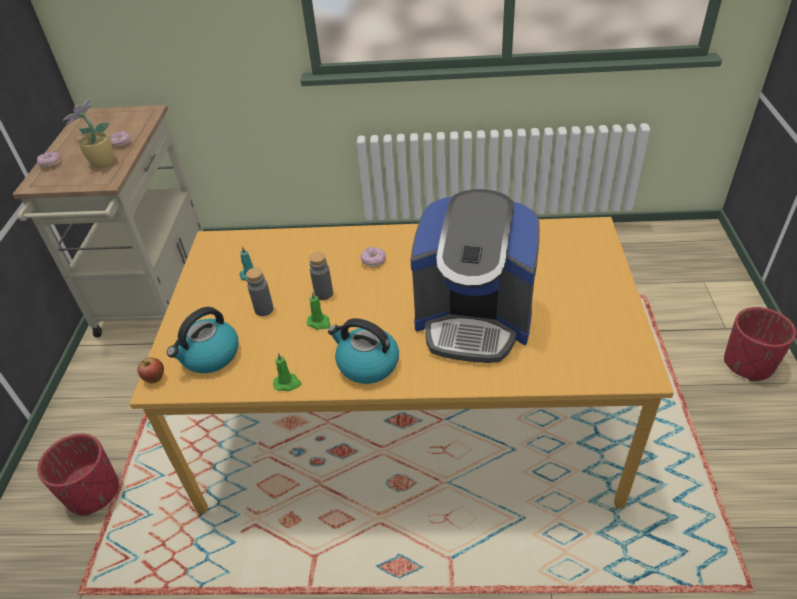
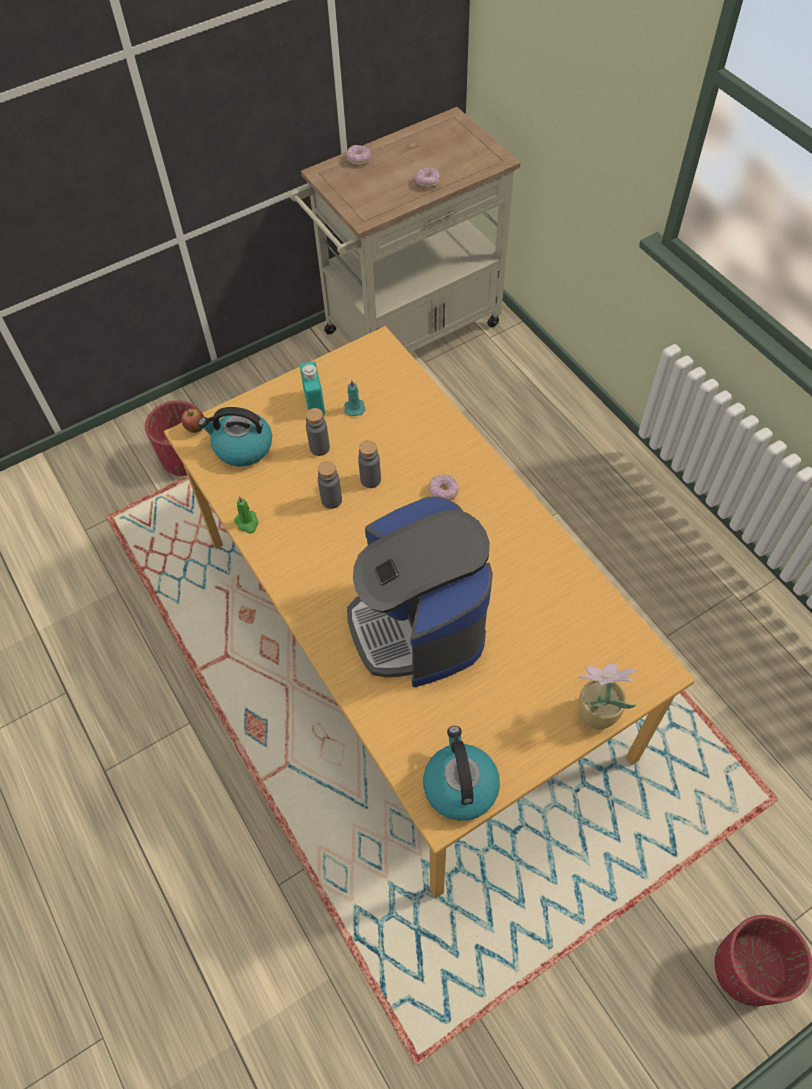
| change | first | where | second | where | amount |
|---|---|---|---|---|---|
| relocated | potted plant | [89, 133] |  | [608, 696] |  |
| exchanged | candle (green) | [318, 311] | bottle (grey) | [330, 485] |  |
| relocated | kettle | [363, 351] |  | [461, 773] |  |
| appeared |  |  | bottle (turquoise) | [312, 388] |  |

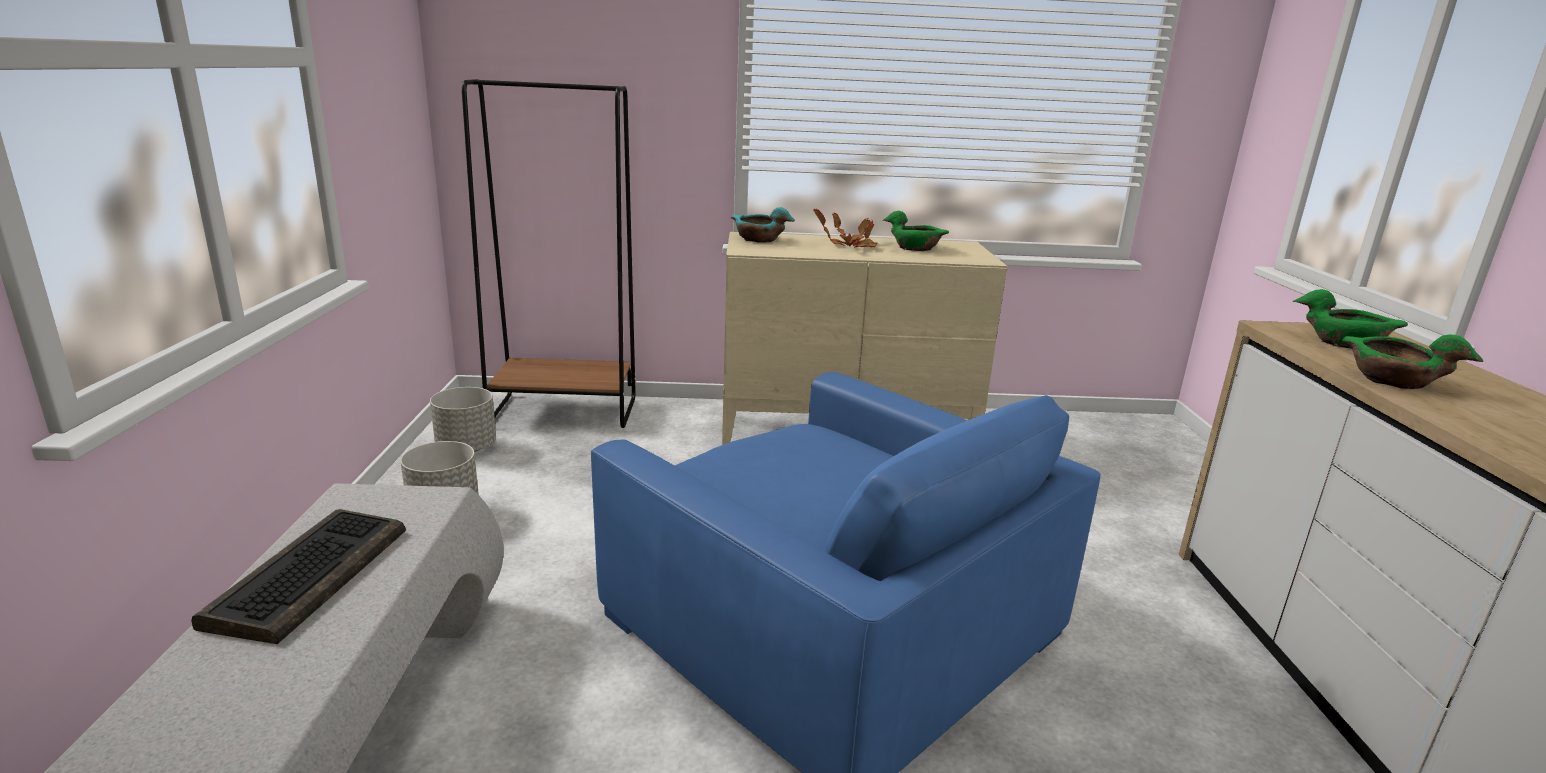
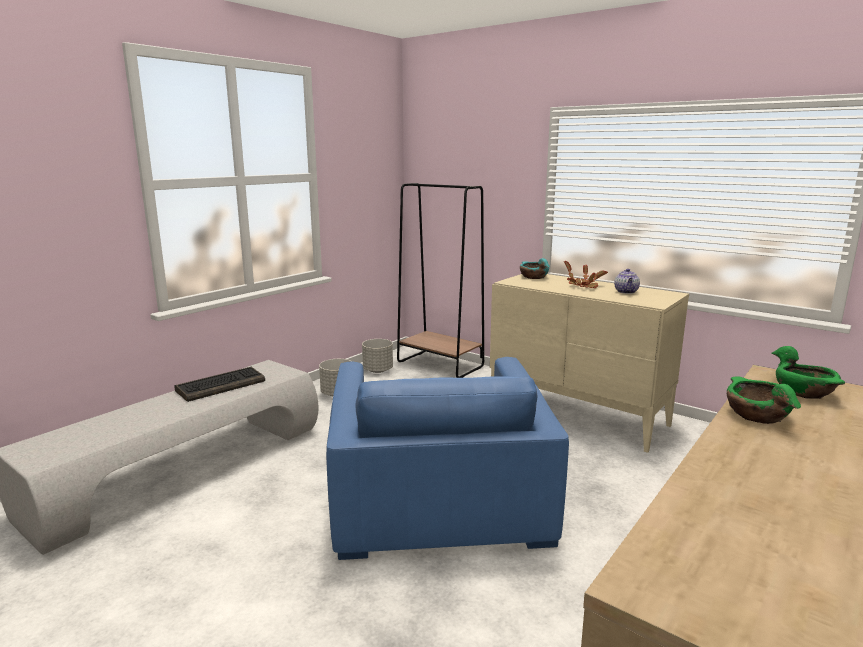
| change | first | where | second | where | amount |
|---|---|---|---|---|---|
| exchanged | bowl (green) | [916, 231] | teapot | [627, 281] |  |

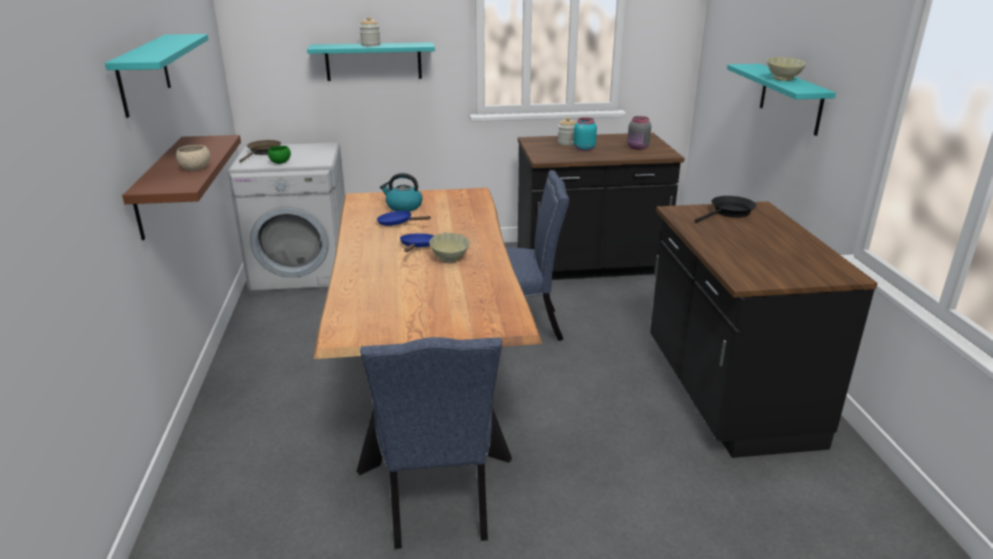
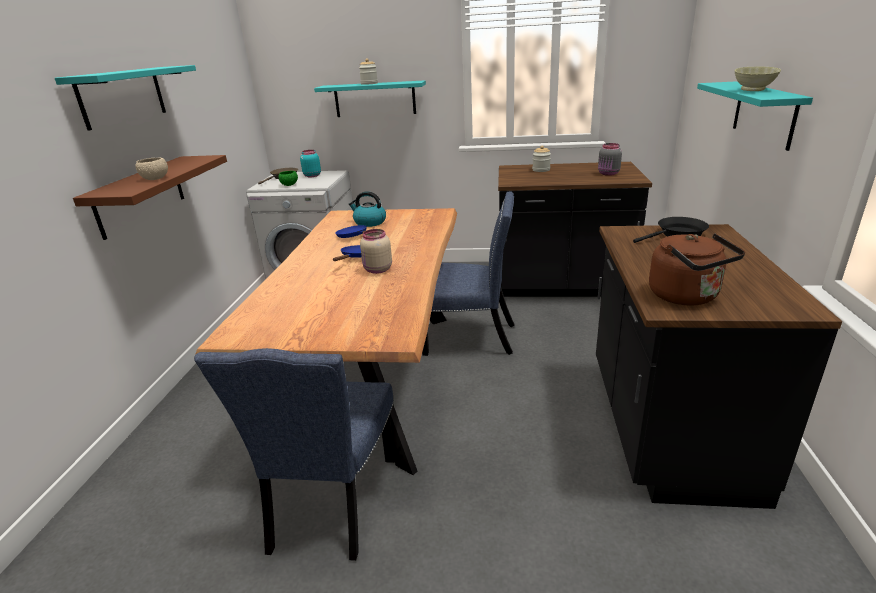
| change | first | where | second | where | amount |
|---|---|---|---|---|---|
| exchanged | bowl (beige) | [449, 248] | jar (beige) | [376, 251] |  |
| relocated | jar (turquoise) | [585, 134] |  | [310, 163] |  |
| appeared |  |  | kettle (brown) | [697, 269] |  |

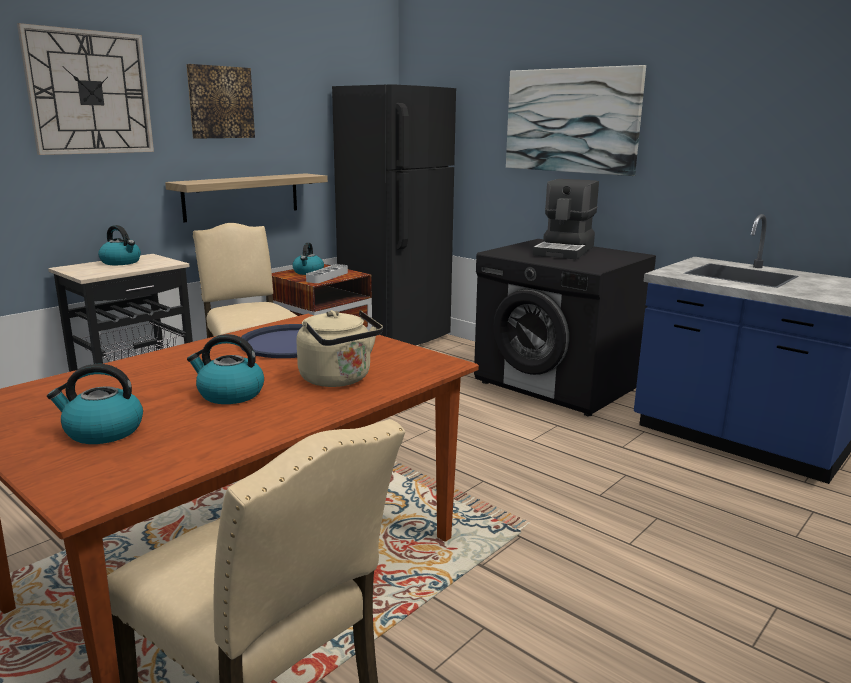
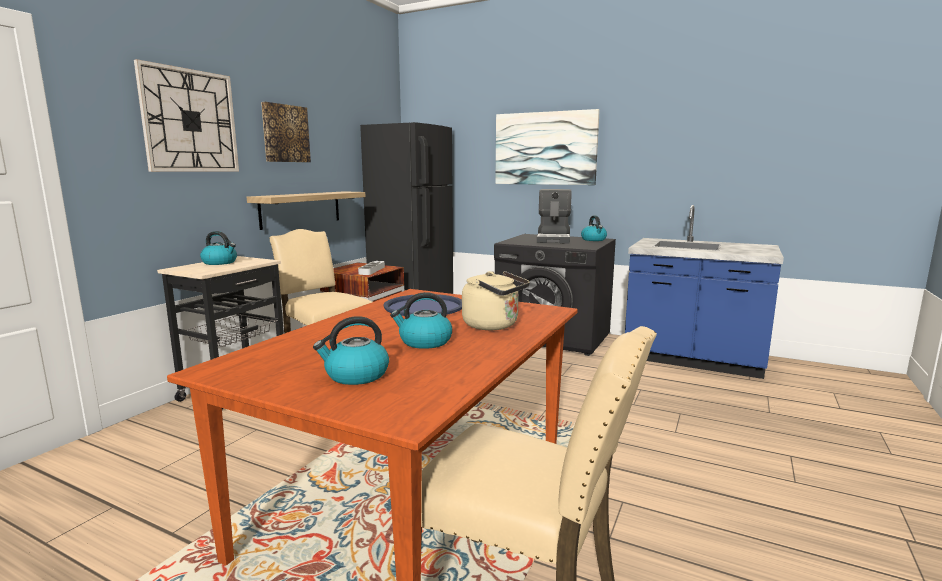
| change | first | where | second | where | amount |
|---|---|---|---|---|---|
| relocated | kettle | [308, 259] |  | [594, 228] |  |

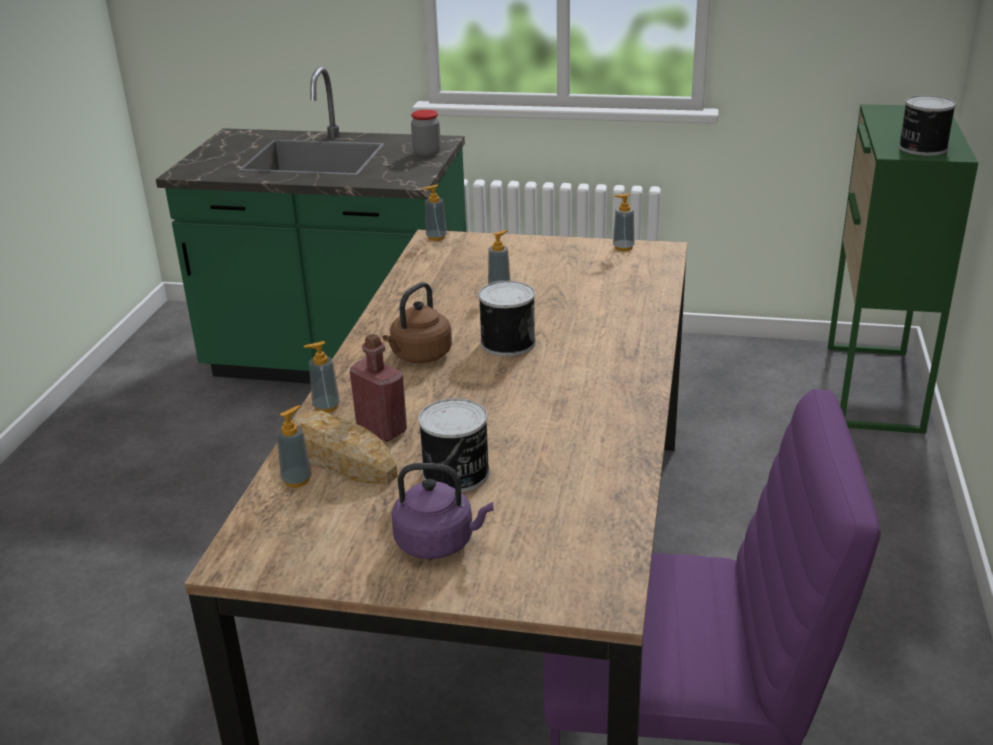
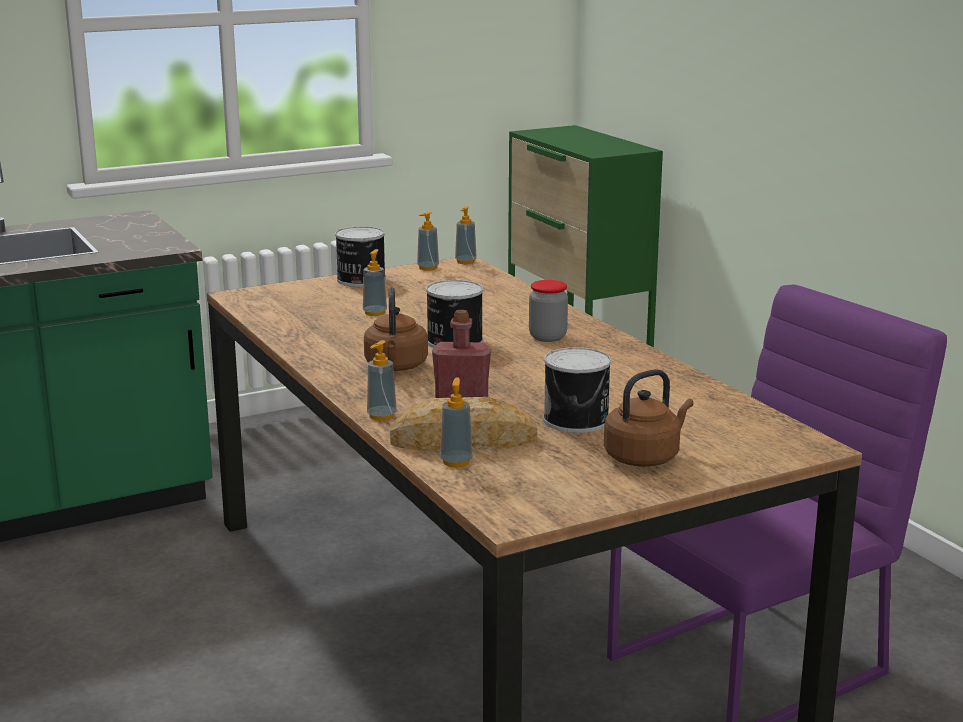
| change | first | where | second | where | amount |
|---|---|---|---|---|---|
| colour | kettle (purple) | [443, 511] | kettle (brown) | [649, 418] |  |
| relocated | jar | [426, 133] |  | [548, 311] |  |
| relocated | soap dispenser | [435, 212] |  | [466, 235] |  |
| relocated | can | [927, 125] |  | [360, 256] |  |

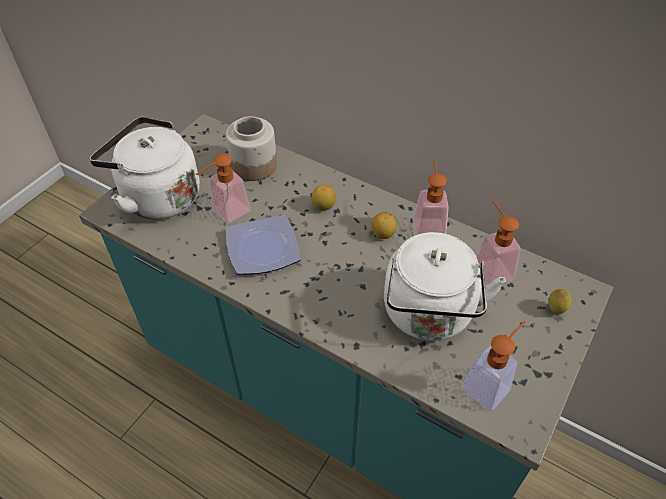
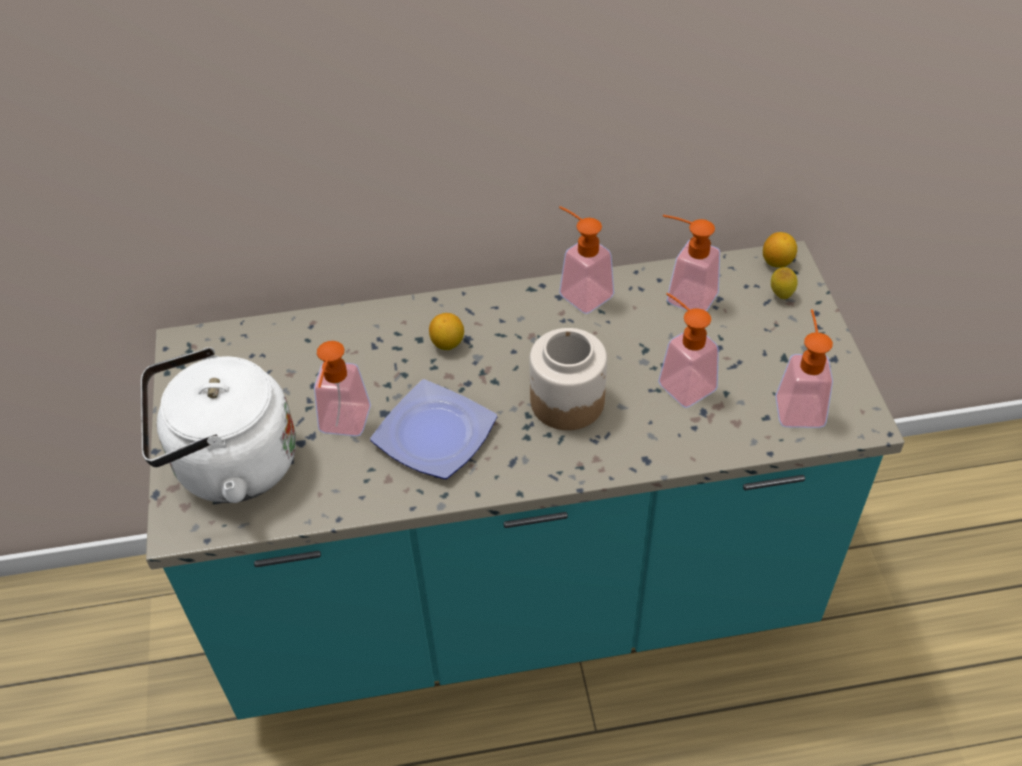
| change | first | where | second | where | amount |
|---|---|---|---|---|---|
| relocated | jar | [251, 148] |  | [568, 379] |  |
| relocated | lemon | [384, 225] |  | [780, 250] |  |
| exchanged | kettle (white) | [445, 286] | soap dispenser | [688, 350] |  |

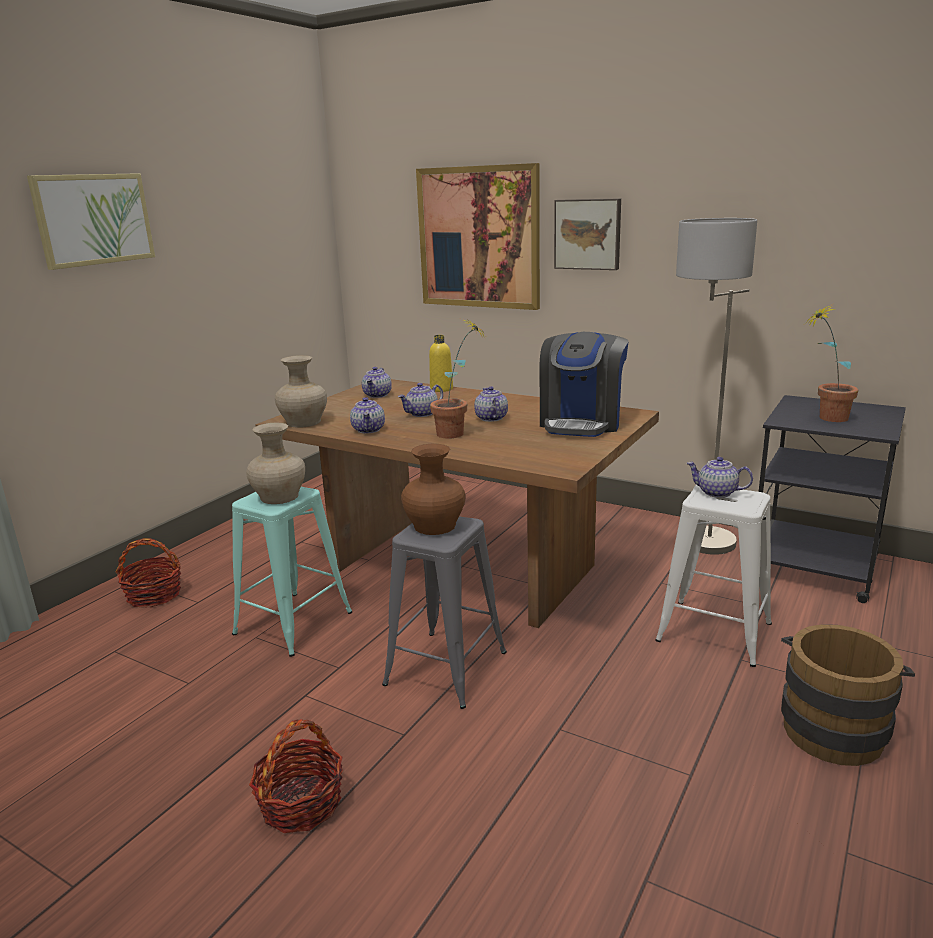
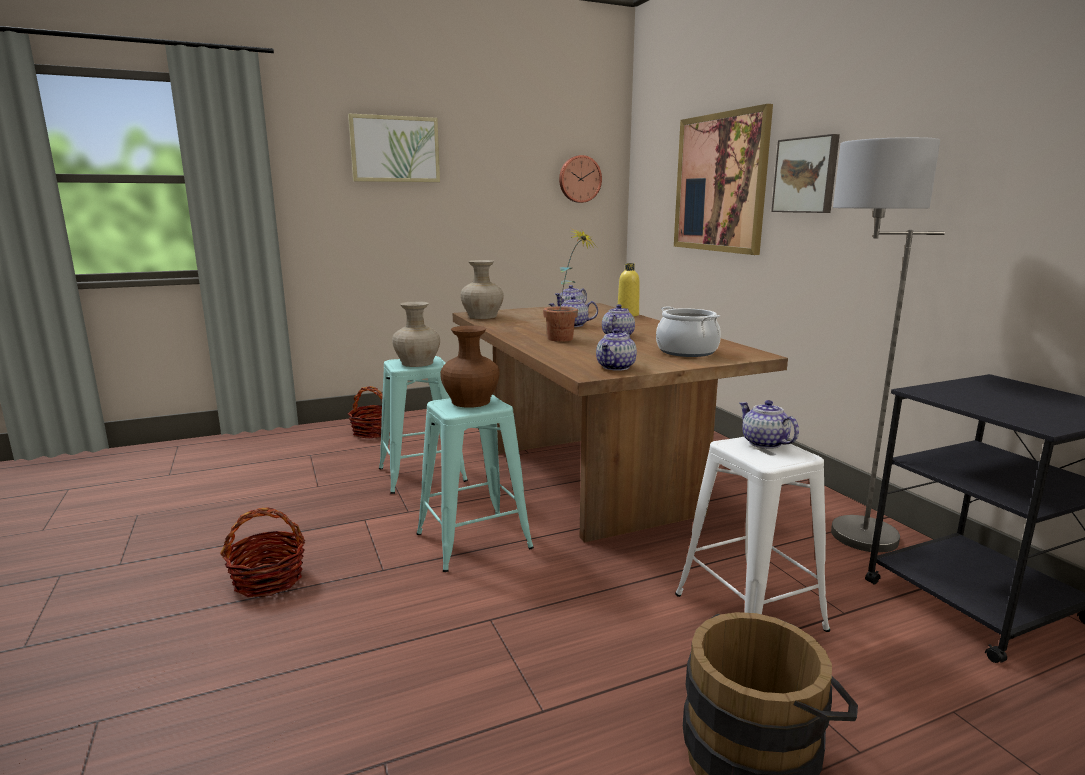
| change | first | where | second | where | amount |
|---|---|---|---|---|---|
| relocated | teapot | [367, 415] |  | [616, 349] |  |
| colour | stool (grey) | [444, 612] | stool (turquoise) | [475, 483] |  |
| exchanged | coffee machine | [584, 384] | cooking pot | [688, 332] |  |
| missing | potted plant | [831, 363] |  |  |  |
| appeared |  |  | wall clock | [580, 179] |  |

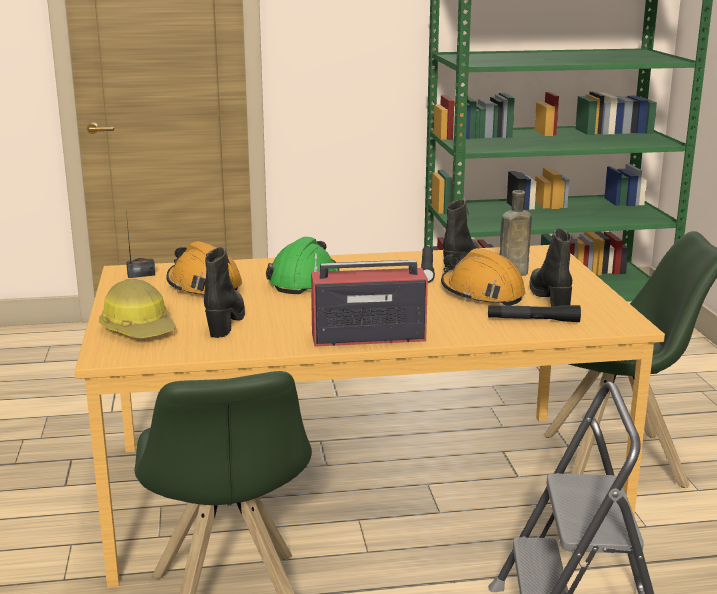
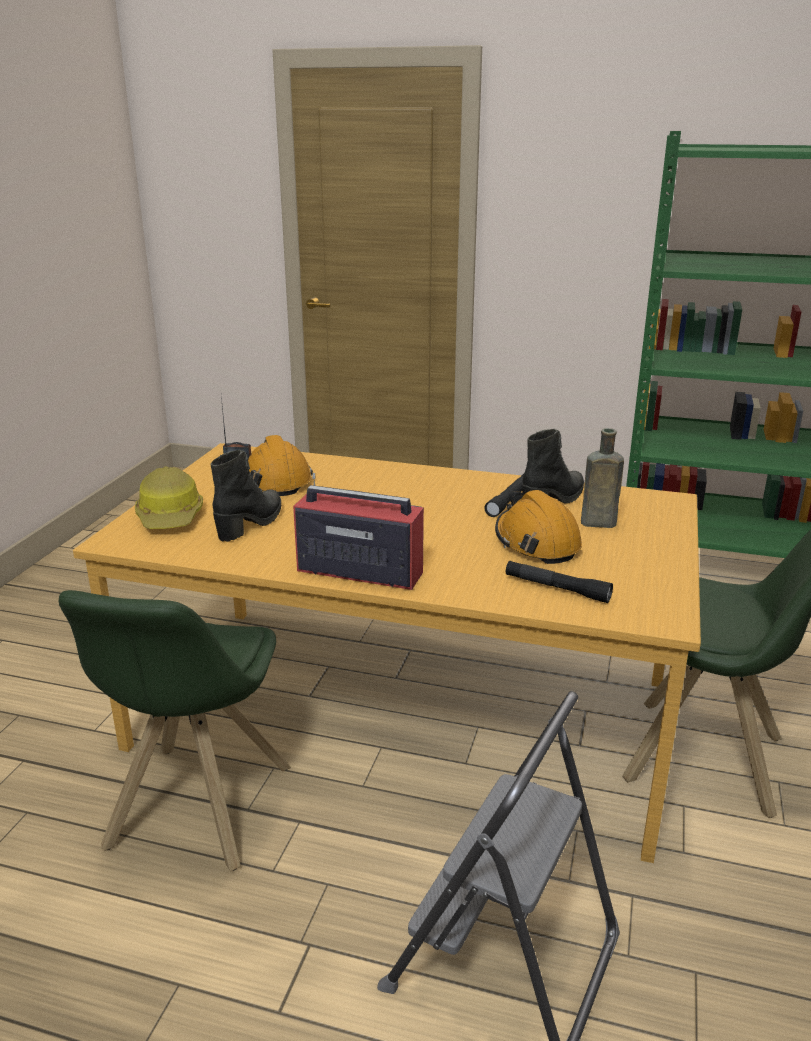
| change | first | where | second | where | amount |
|---|---|---|---|---|---|
| missing | hard hat (green) | [303, 265] |  |  |  |
| missing | boot (black) | [551, 267] |  |  |  |

